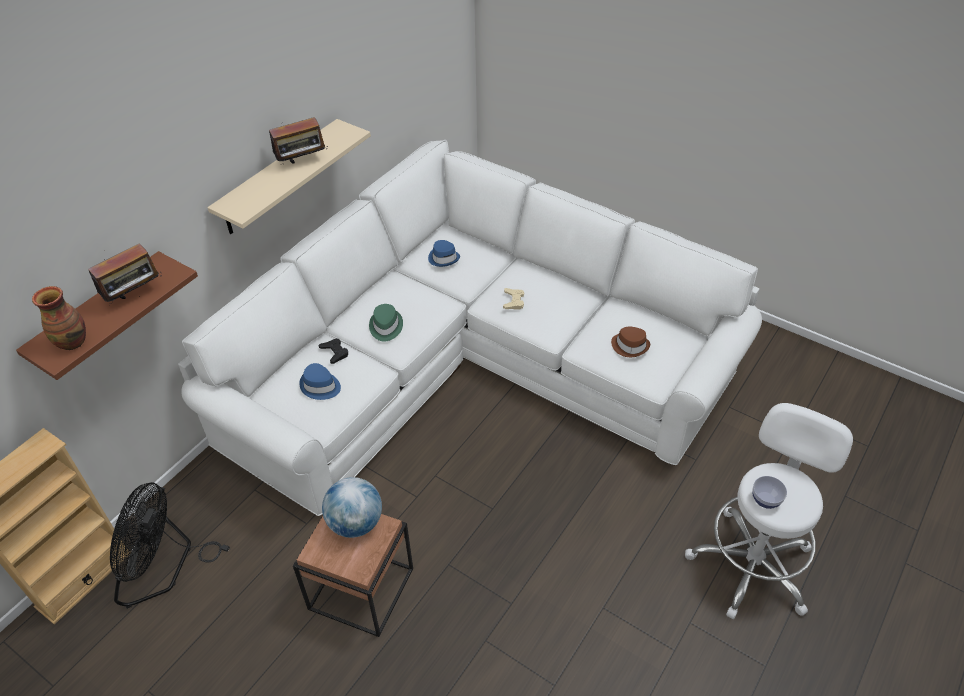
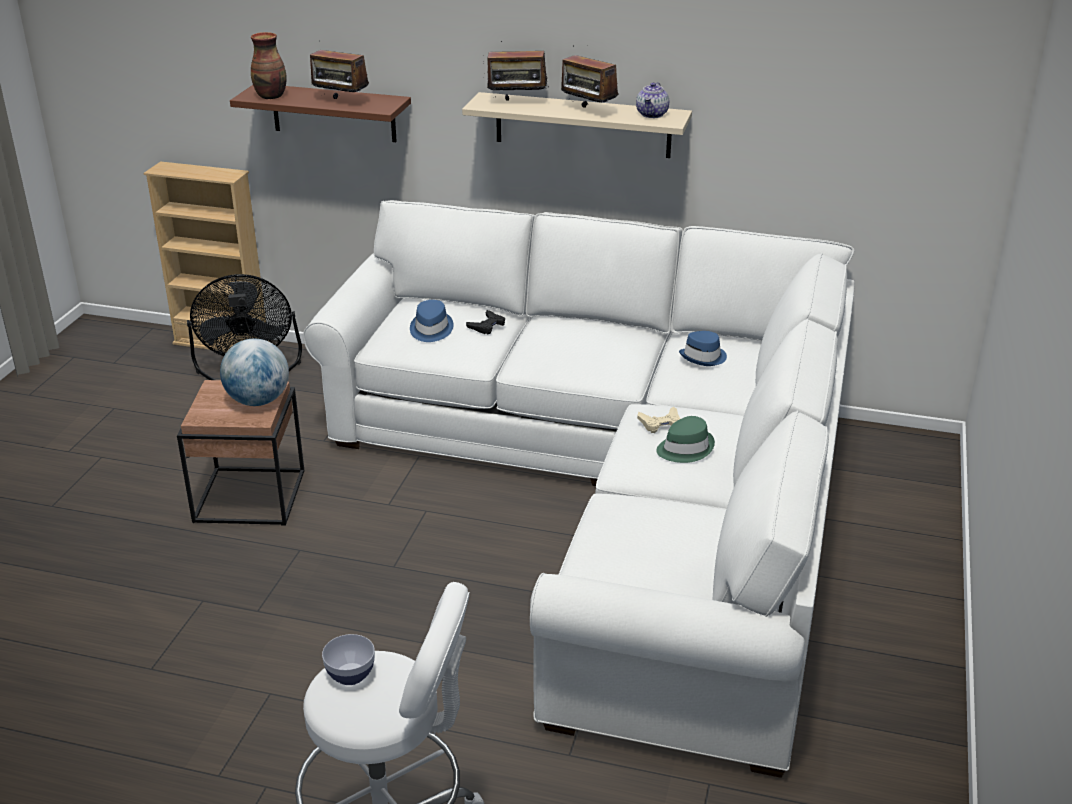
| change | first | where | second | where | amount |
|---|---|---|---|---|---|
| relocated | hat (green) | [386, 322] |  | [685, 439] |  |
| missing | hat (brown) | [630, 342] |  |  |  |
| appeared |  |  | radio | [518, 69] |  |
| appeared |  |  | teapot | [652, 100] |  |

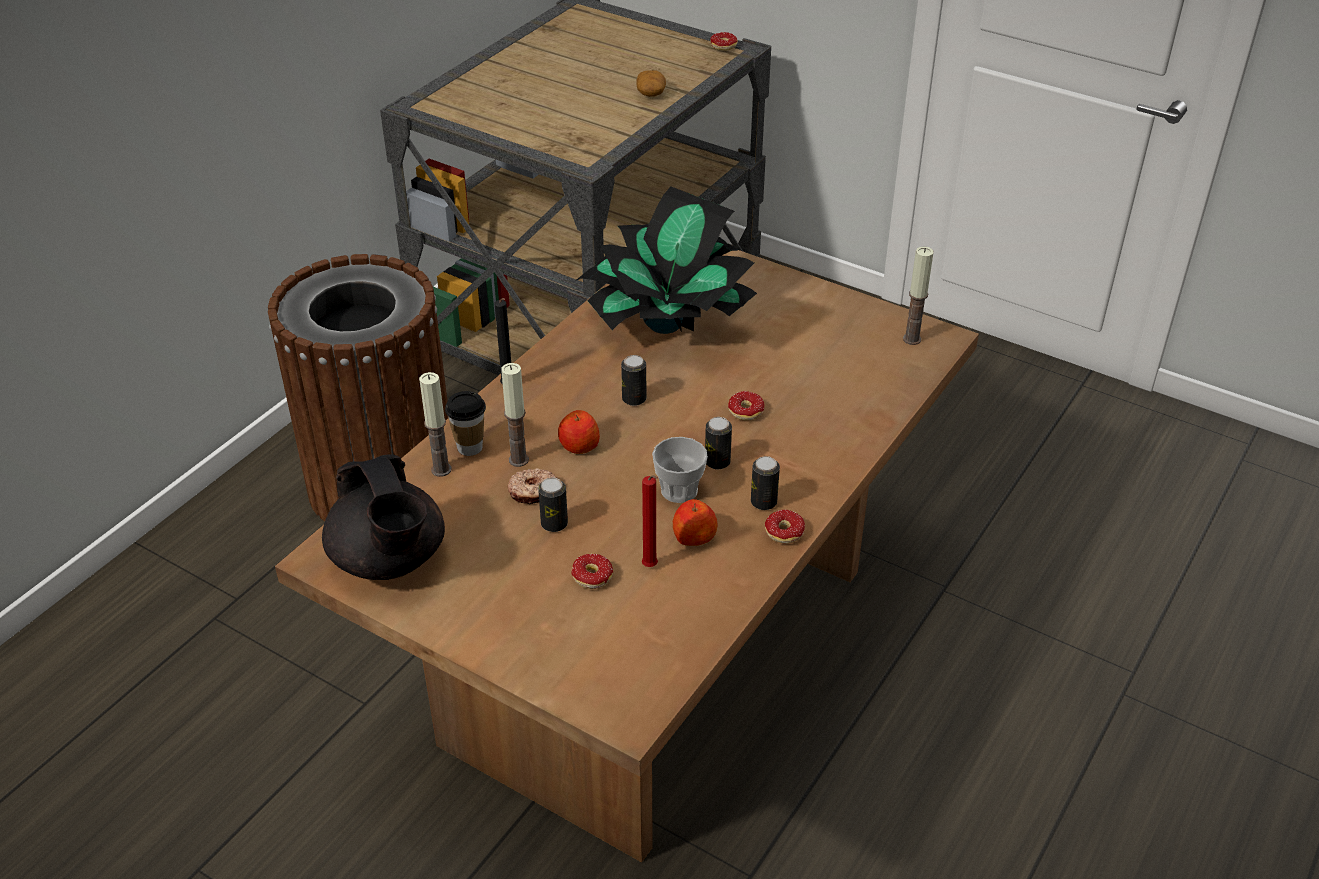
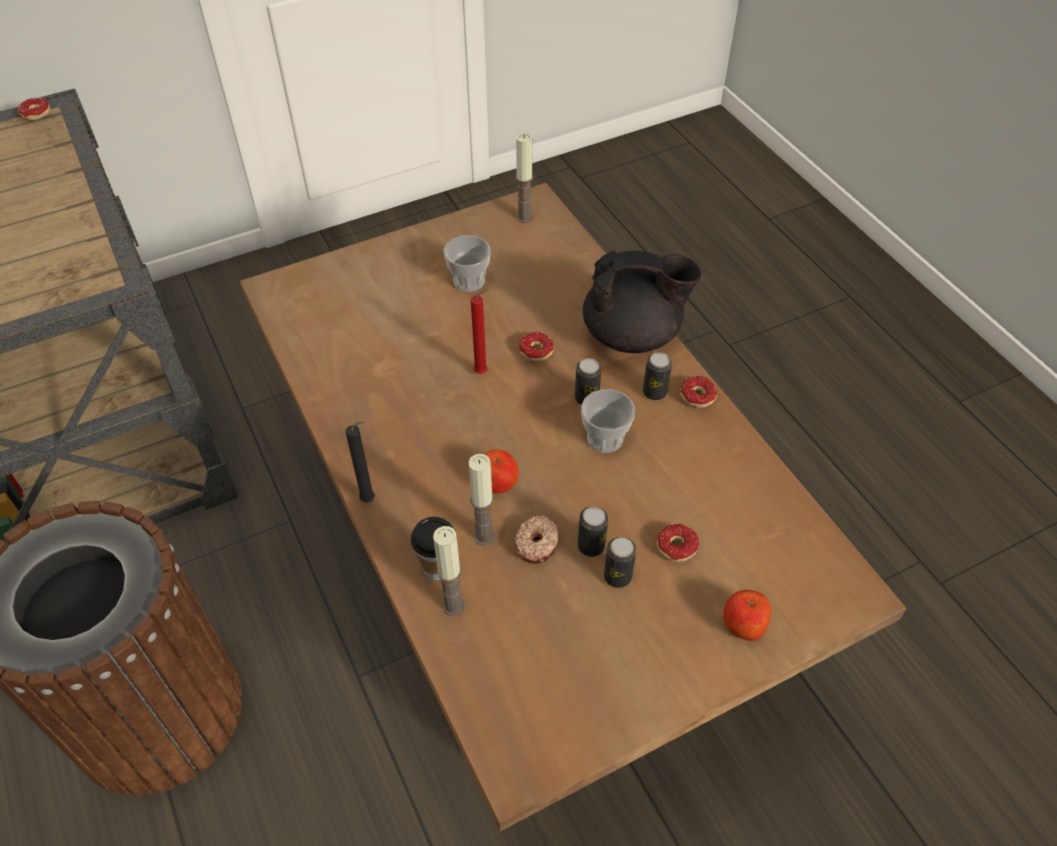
| change | first | where | second | where | amount |
|---|---|---|---|---|---|
| relocated | teapot (black) | [383, 517] |  | [642, 302] |  |
| missing | potted plant | [666, 260] |  |  |  |
| relocated | can | [634, 380] |  | [620, 562] |  |
| missing | potato | [651, 83] |  |  |  |
| relocated | candle (red) | [650, 521] |  | [480, 332] |  |
| relocated | apple | [695, 522] |  | [747, 615] |  |
| appeared |  |  | cup | [467, 263] |  |

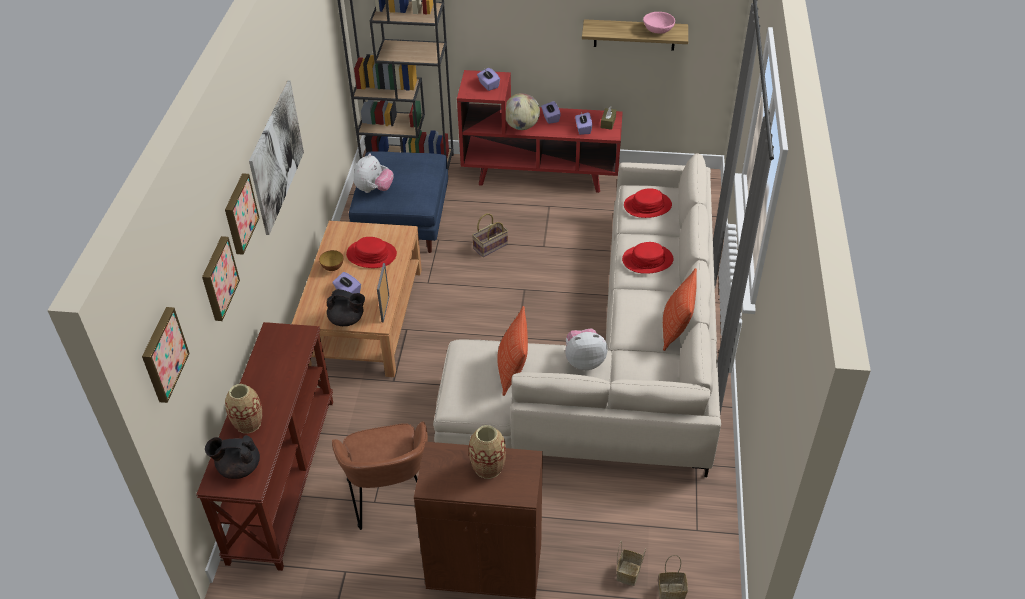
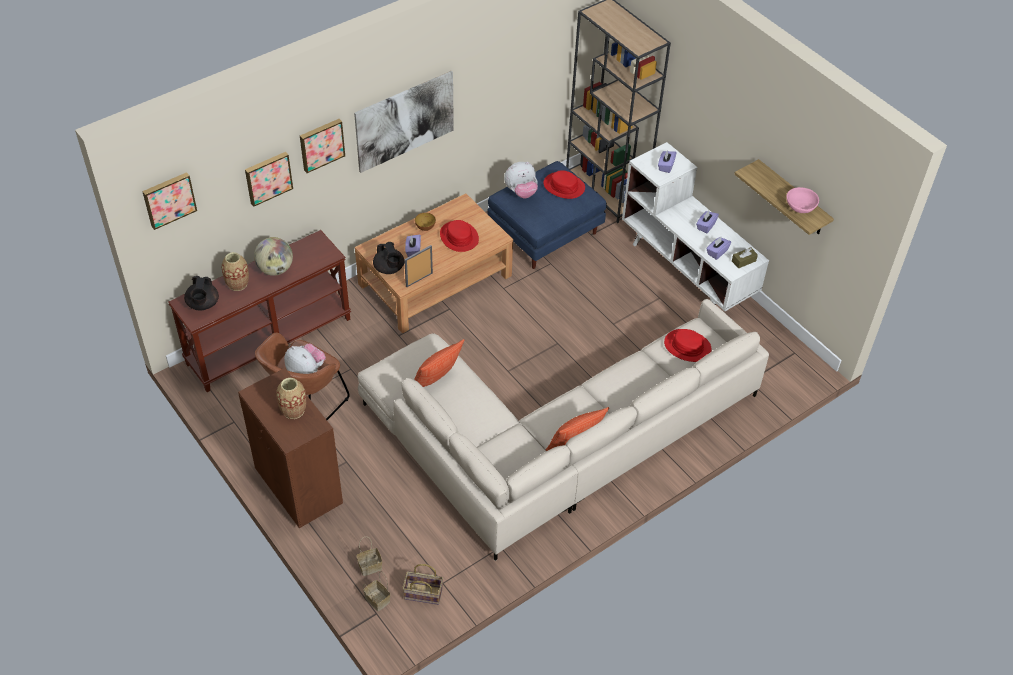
| change | first | where | second | where | amount |
|---|---|---|---|---|---|
| spun | teapot (black) | [232, 457] |  | [201, 293] | 135 degrees counterclockwise |
| colour | tv stand (red) | [540, 131] | tv stand (white) | [695, 226] |  |
| relocated | basket | [490, 235] |  | [423, 584] |  |
| relocated | globe | [523, 111] |  | [273, 256] |  |
| relocated | plush toy | [586, 349] |  | [305, 359] |  |
| relocated | hat (red) | [647, 258] |  | [564, 184] |  |

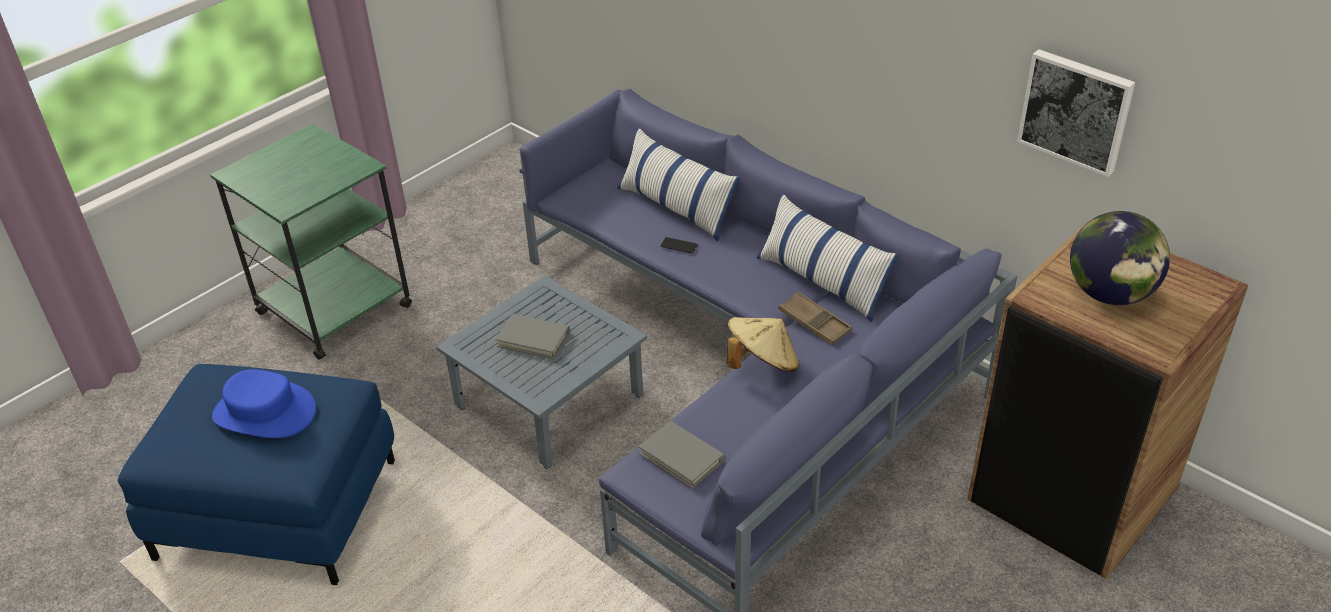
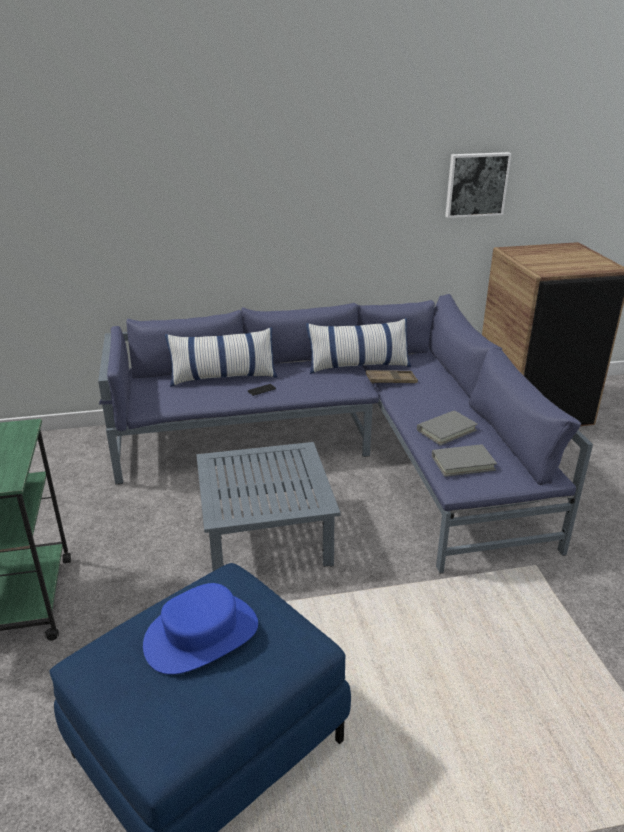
| change | first | where | second | where | amount |
|---|---|---|---|---|---|
| relocated | book (grey) | [532, 336] |  | [447, 428] |  |
| missing | hat (beige) | [763, 344] |  |  |  |
| missing | globe | [1120, 258] |  |  |  |

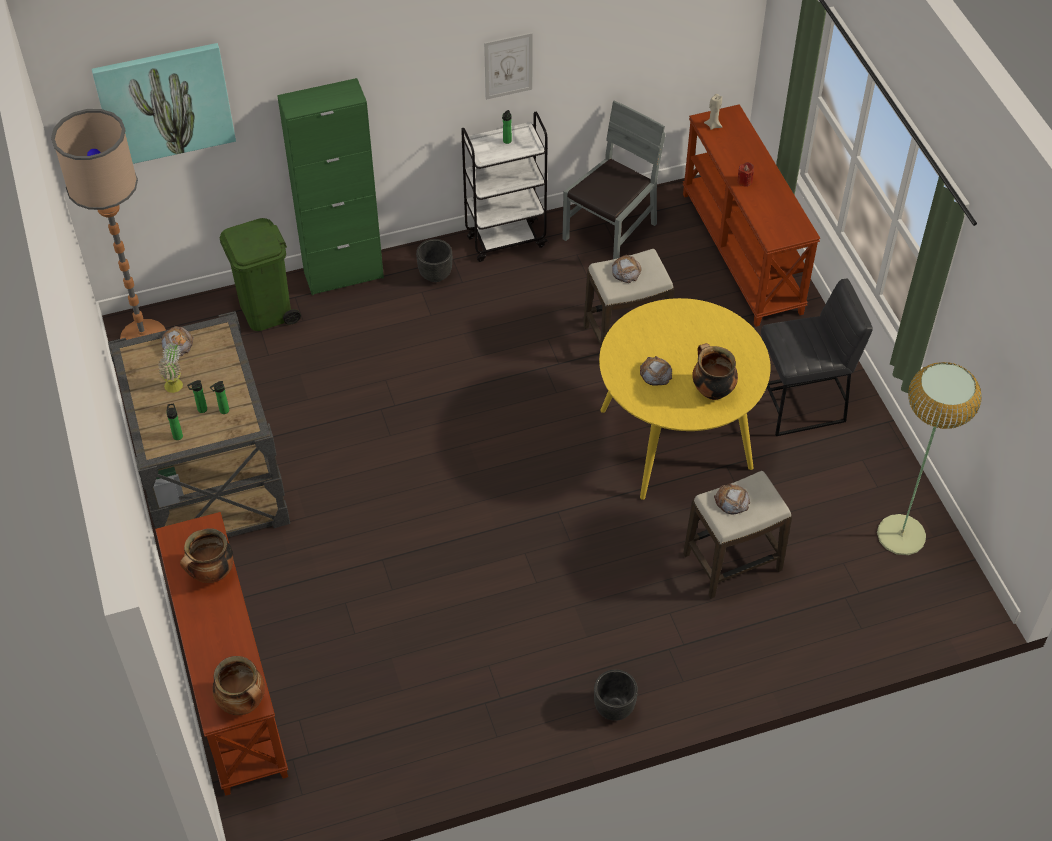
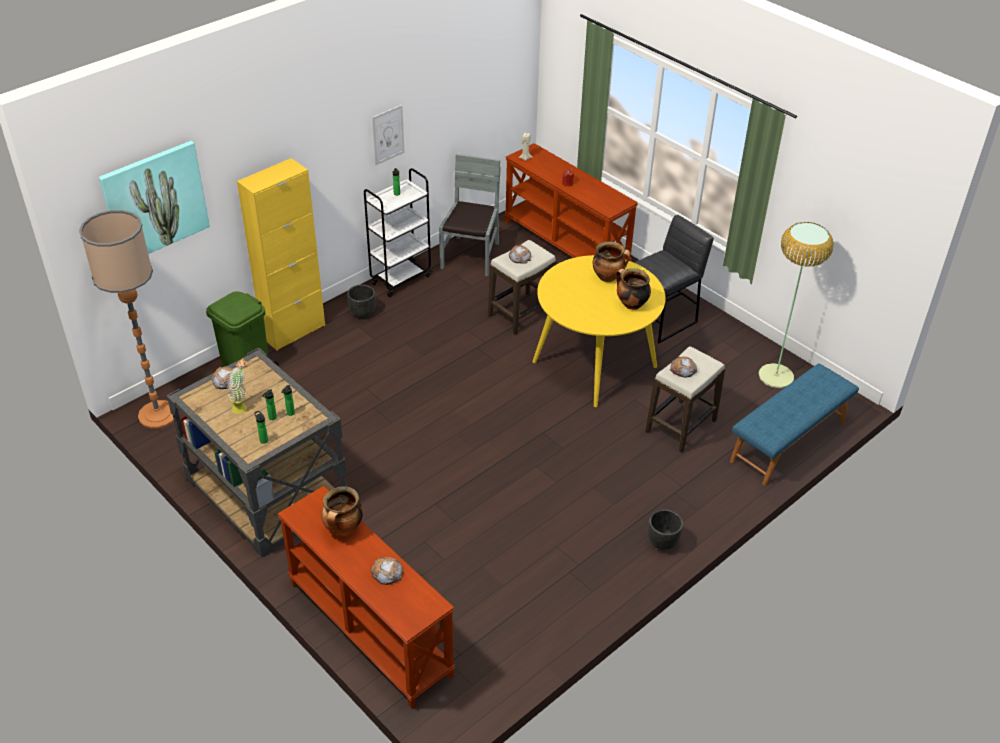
| change | first | where | second | where | amount |
|---|---|---|---|---|---|
| relocated | cooking pot | [238, 685] |  | [611, 261] |  |
| colour | cabinet (green) | [330, 186] | cabinet (yellow) | [281, 254] |  |
| relocated | bread | [656, 371] |  | [387, 571] |  |
| appeared |  |  | bench (blue) | [794, 425] |  |

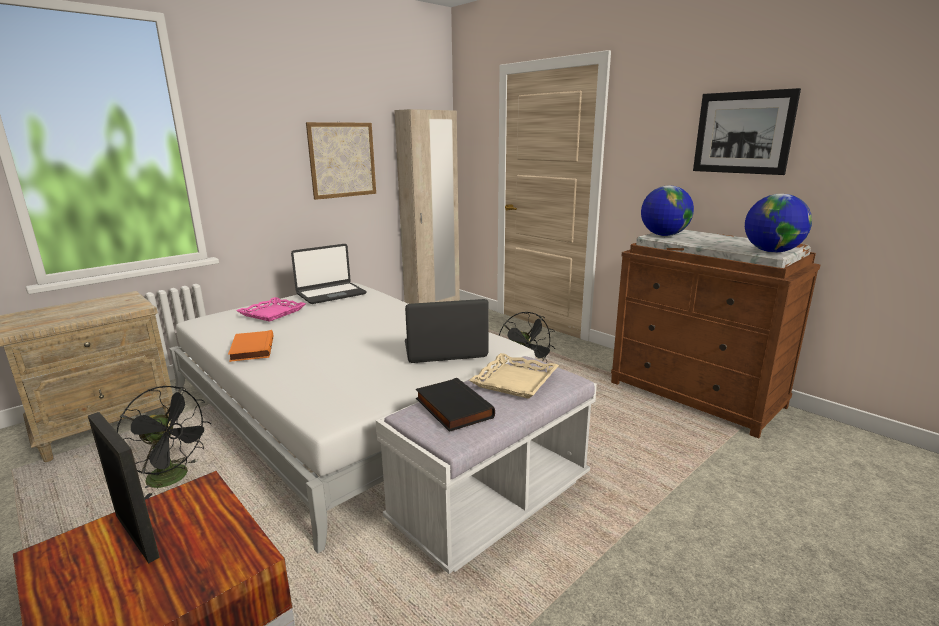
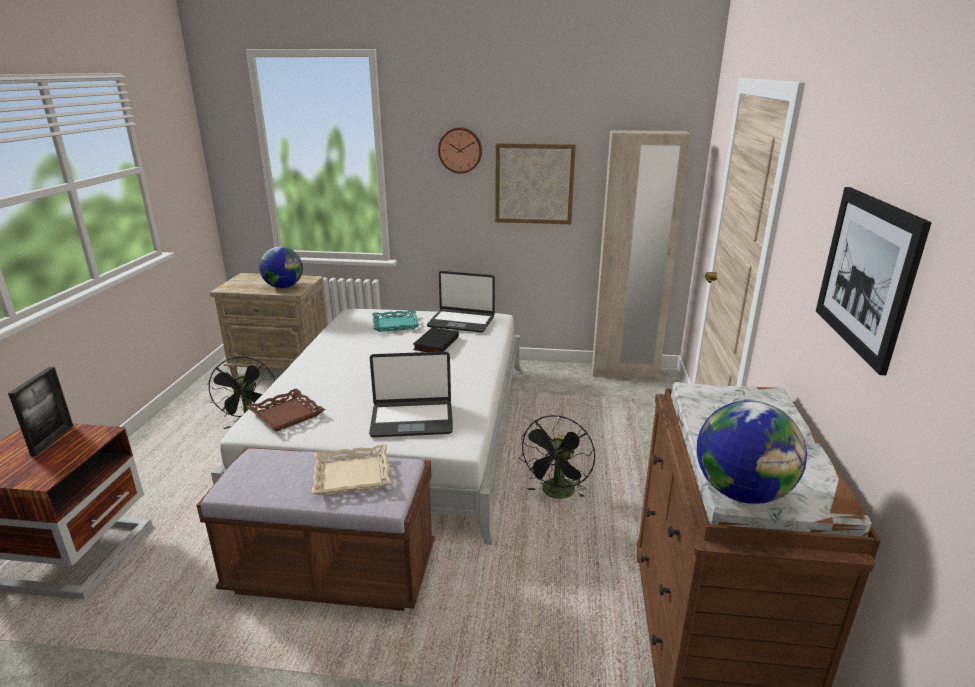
| change | first | where | second | where | amount |
|---|---|---|---|---|---|
| missing | book (orange) | [250, 346] |  |  |  |
| colour | tray (pink) | [271, 309] | tray (turquoise) | [395, 321] |  |
| colour | bench (white) | [486, 465] | bench (brown) | [315, 529] |  |
| spun | laptop | [447, 331] |  | [411, 394] | 135 degrees clockwise |
| relocated | book (black) | [455, 405] |  | [436, 339] |  |
| relocated | globe | [667, 211] |  | [281, 267] |  |
| appeared |  |  | tray (brown) | [285, 410] |  |
| appeared |  |  | wall clock | [460, 150] |  |

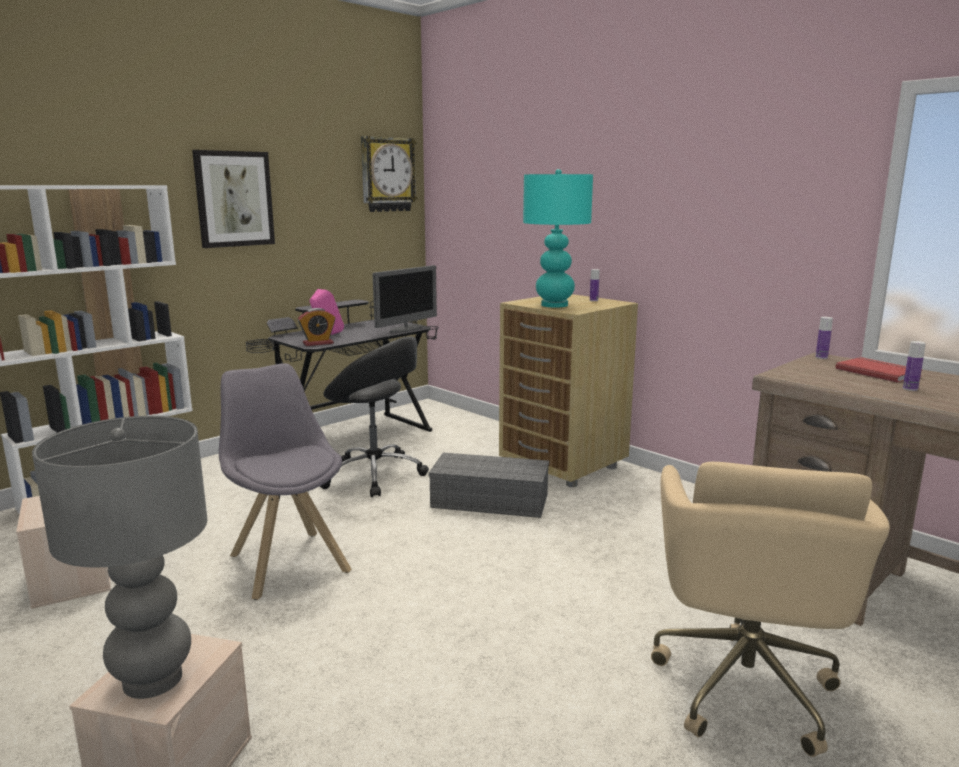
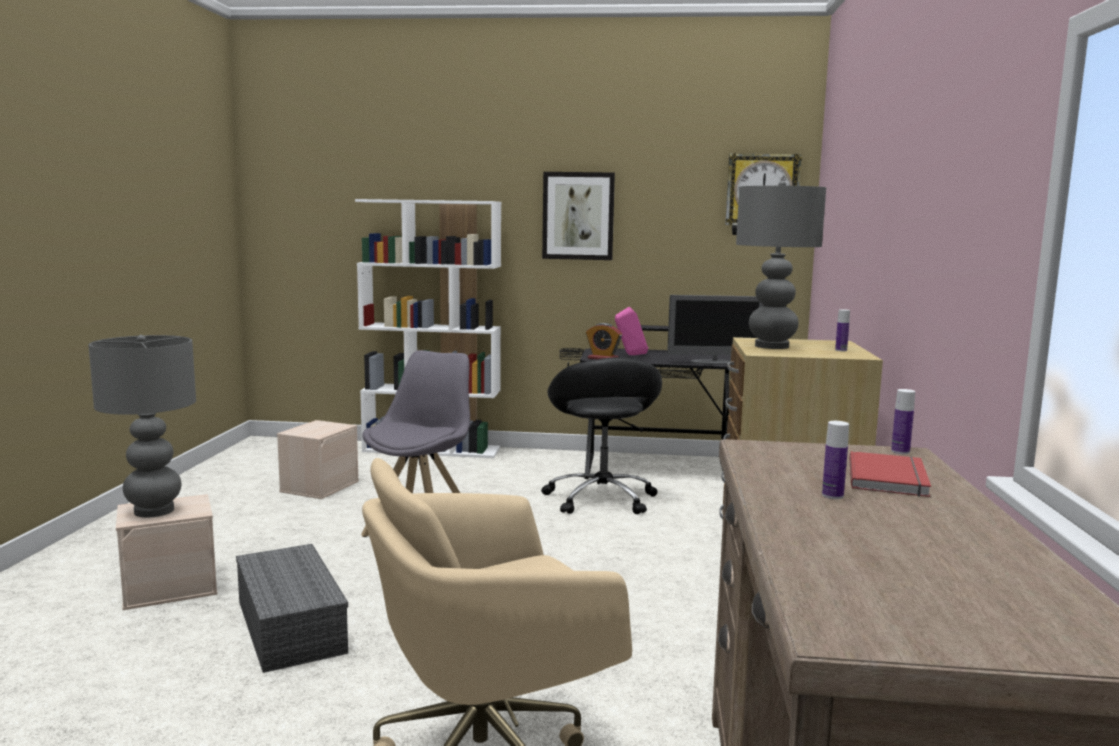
| change | first | where | second | where | amount |
|---|---|---|---|---|---|
| relocated | storage box (grey) | [489, 485] |  | [292, 608] |  |
| colour | table lamp (turquoise) | [558, 238] | table lamp (grey) | [781, 265] |  |

